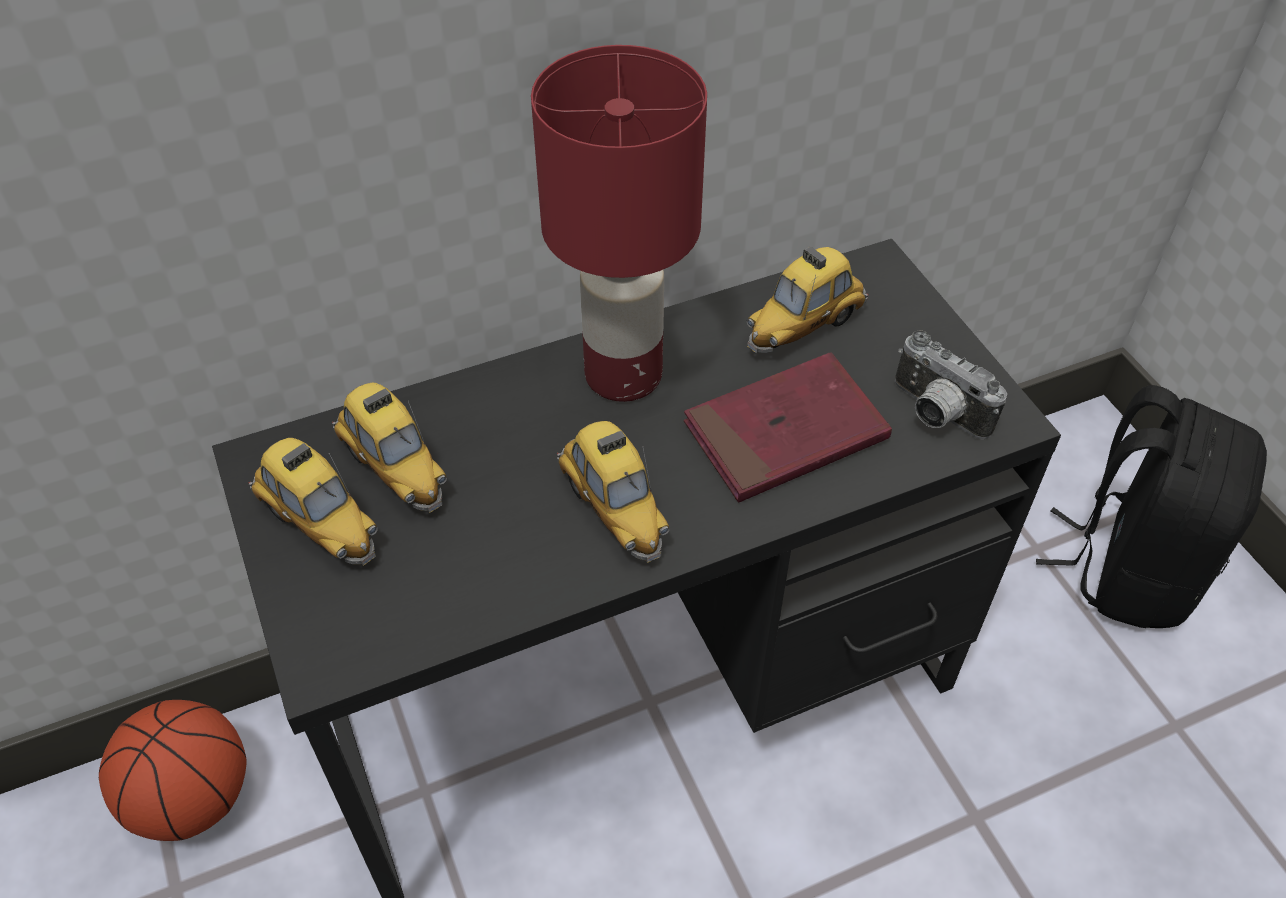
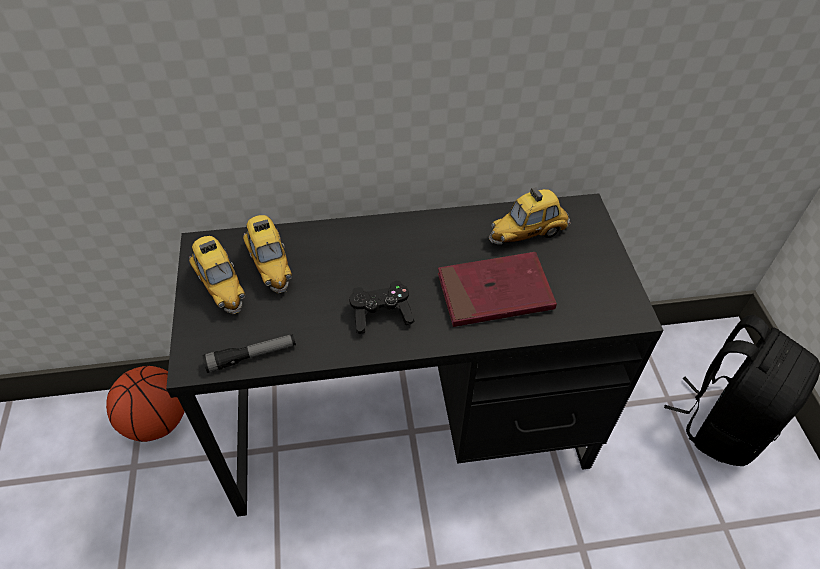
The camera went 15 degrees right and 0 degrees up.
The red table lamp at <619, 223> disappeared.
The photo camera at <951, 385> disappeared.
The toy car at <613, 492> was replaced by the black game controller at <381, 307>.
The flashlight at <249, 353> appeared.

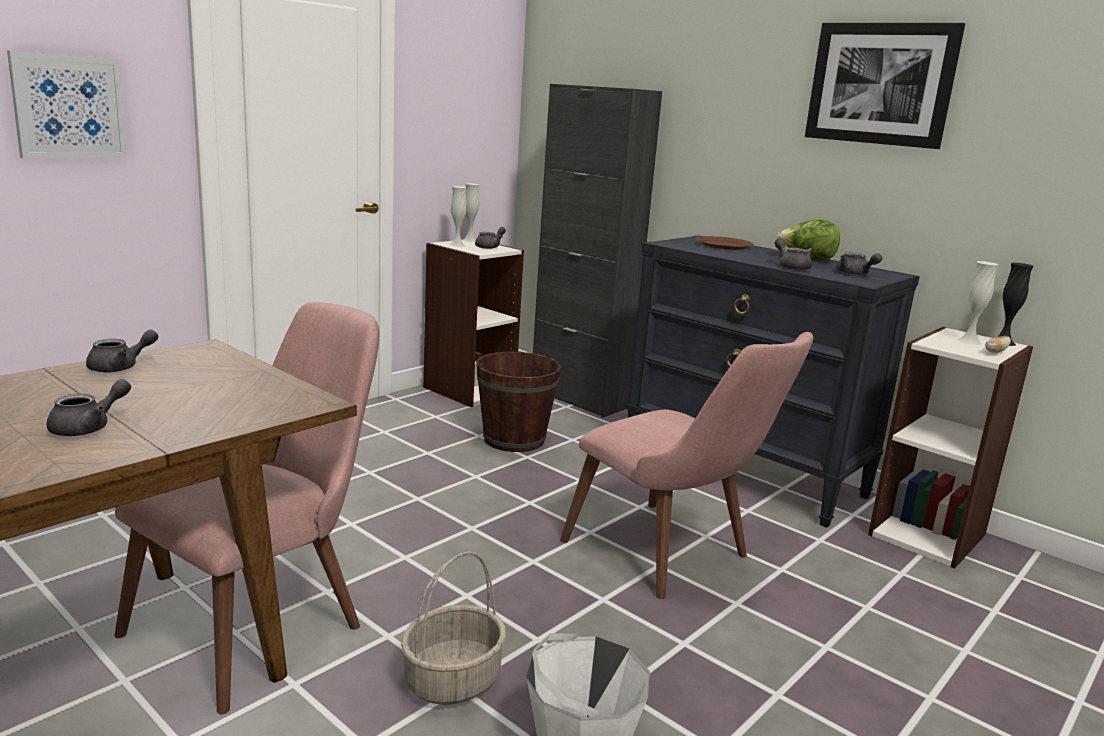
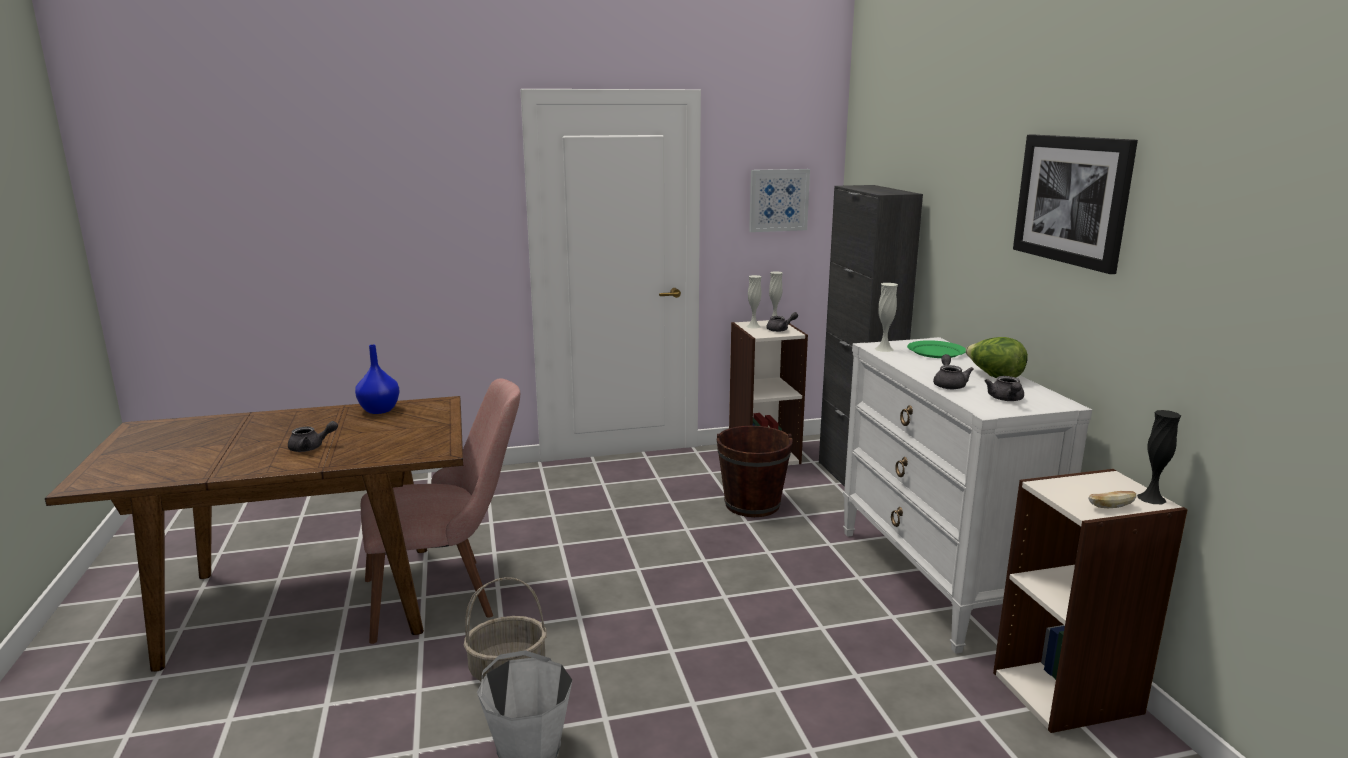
The camera went 35 degrees right and 0 degrees up.
The picture moved from <67, 105> to <779, 200>.
The black dresser at <773, 381> became the white dresser at <967, 495>.
The brown plate at <725, 243> became the green plate at <936, 349>.
The white vase moved from <977, 303> to <886, 317>.
The grey teapot at <122, 351> was replaced by the blue vase at <377, 379>.
The pink chair at <686, 465> disappeared.

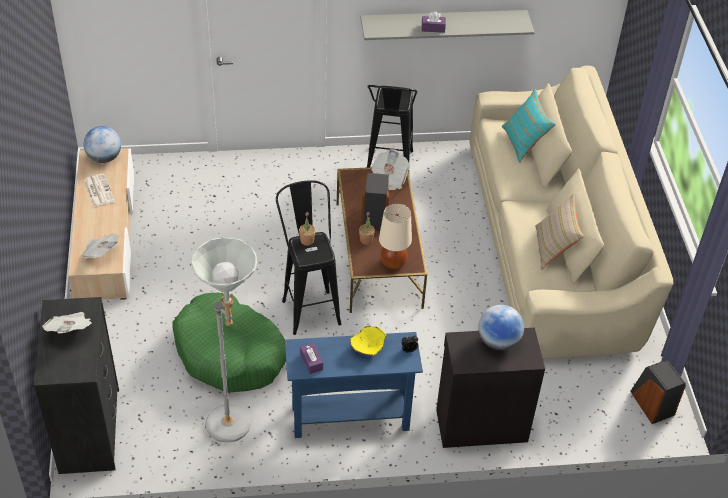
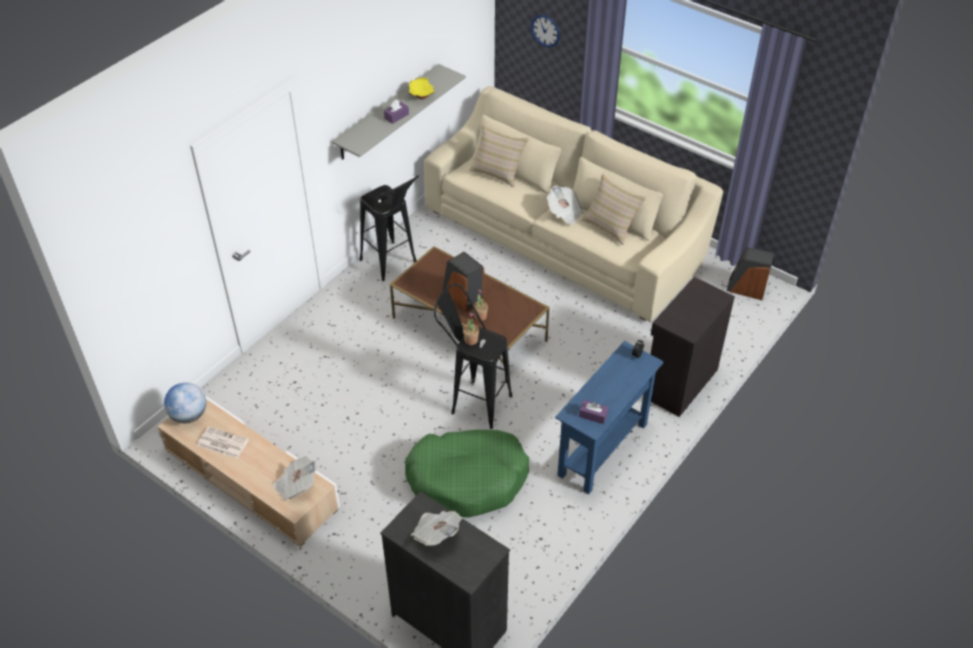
The camera went 45 degrees left and 0 degrees up.
The turquoise pillow at <528, 126> became the beige pillow at <499, 155>.
The newspaper moved from <390, 169> to <565, 205>.
The beige table lamp at <395, 236> disappeared.
The grey floor lamp at <224, 340> disappeared.
The globe at <501, 327> disappeared.
The yellow bowl moved from <368, 340> to <422, 88>.
The wall clock at <545, 31> appeared.

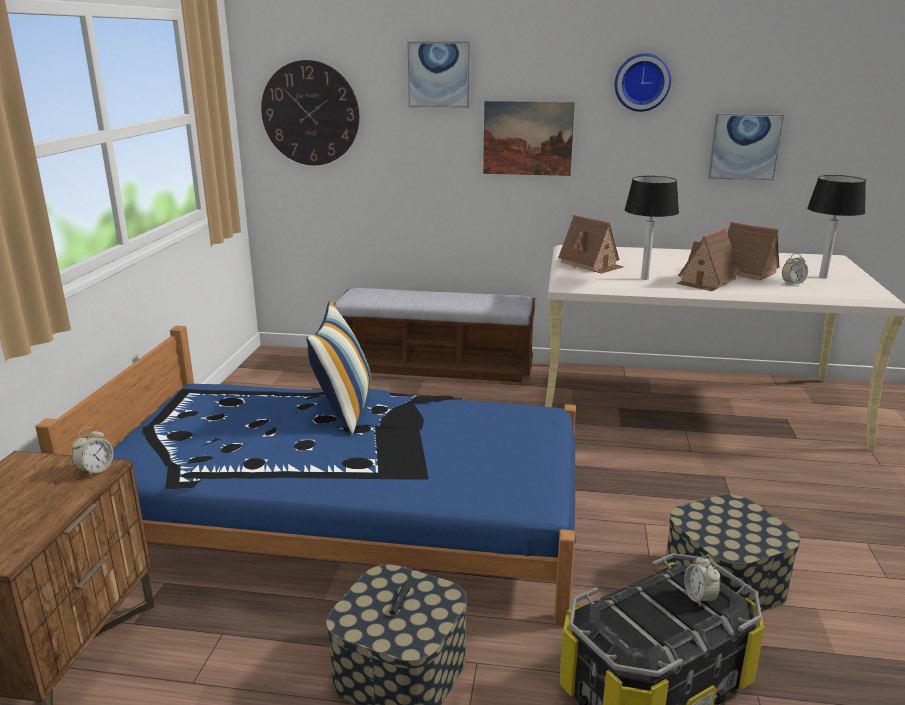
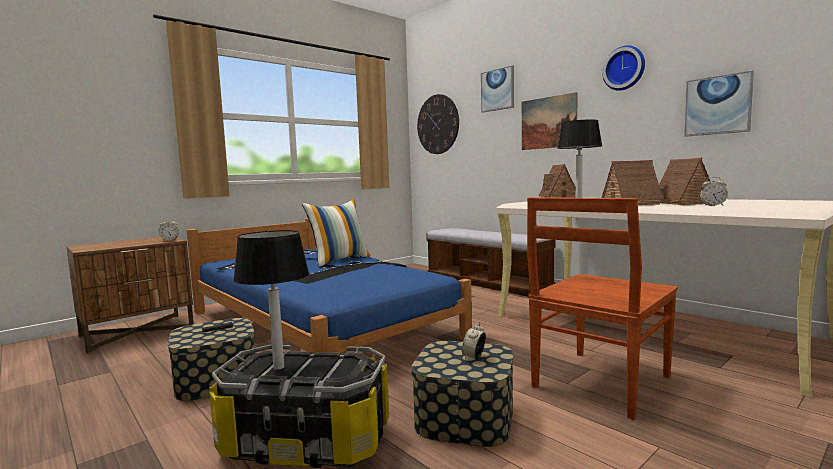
The camera went 40 degrees right and 15 degrees down.
The table lamp moved from <836, 227> to <271, 300>.
The alarm clock moved from <702, 581> to <474, 341>.
The brown chair at <602, 308> appeared.

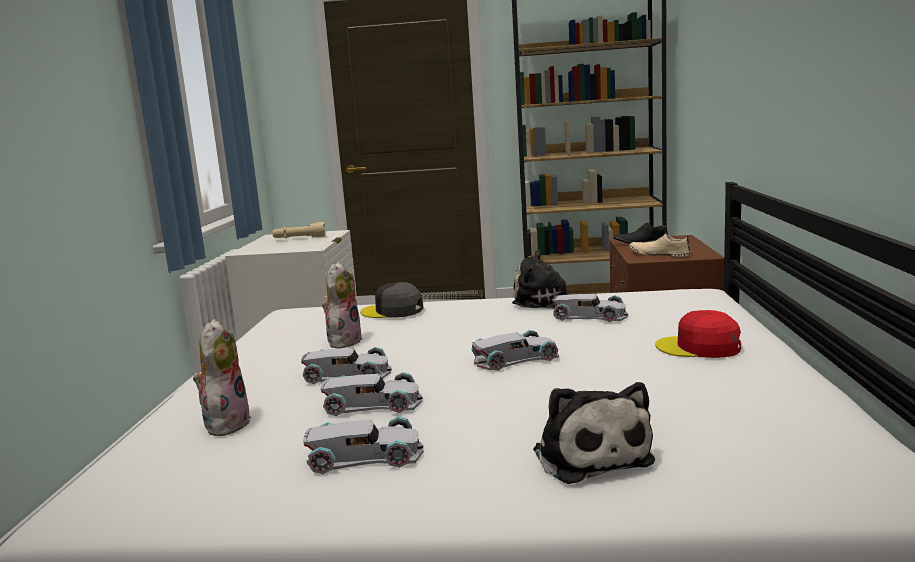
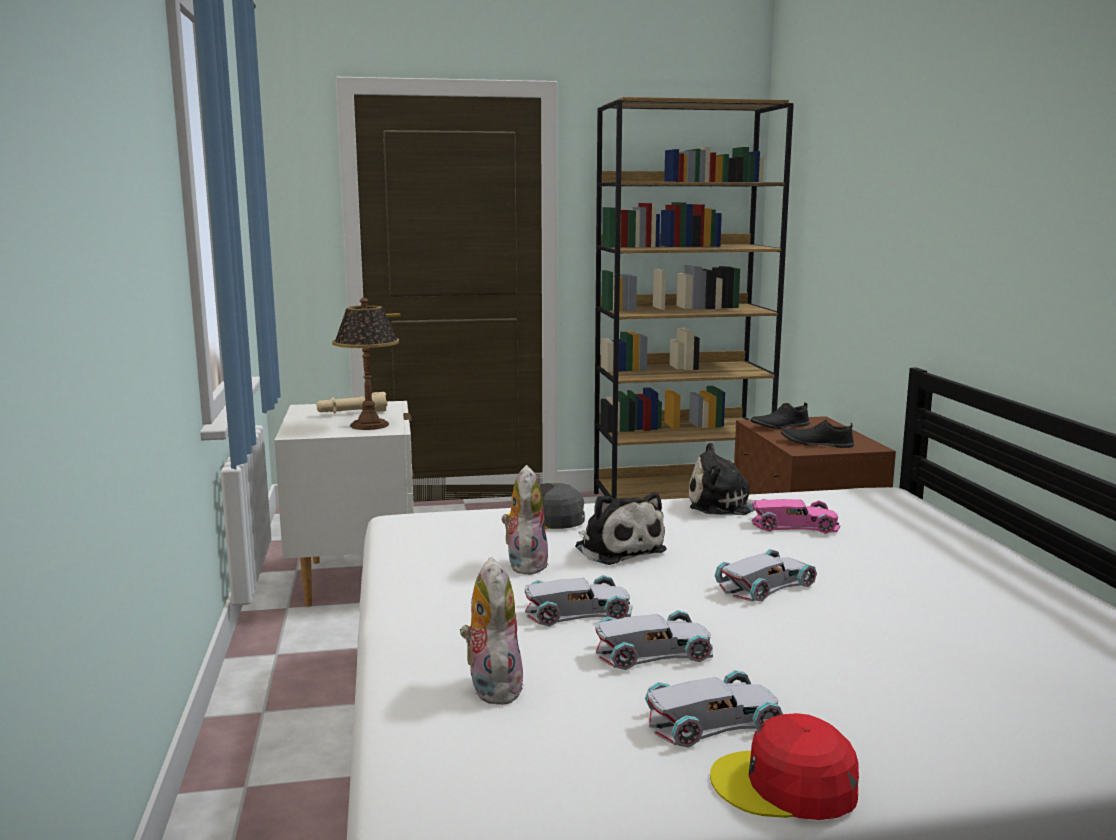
The camera went 15 degrees left and 0 degrees up.
The beige shoe at <660, 245> became the black shoe at <817, 434>.
The white toy car at <590, 308> became the pink toy car at <796, 516>.
The red cap moved from <698, 334> to <784, 766>.
The plush toy moved from <594, 433> to <621, 528>.
The table lamp at <365, 364> appeared.

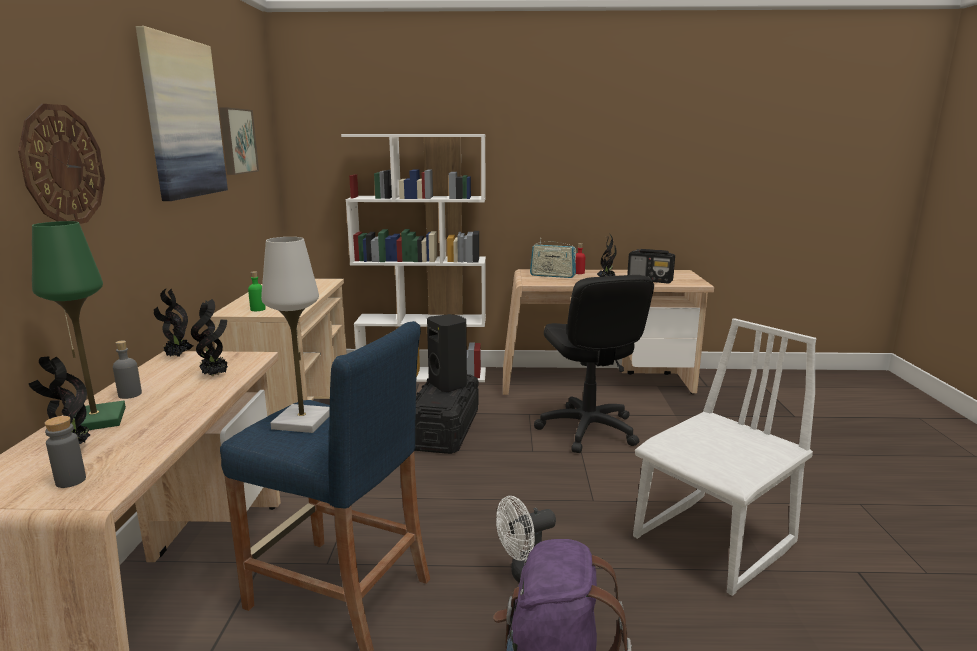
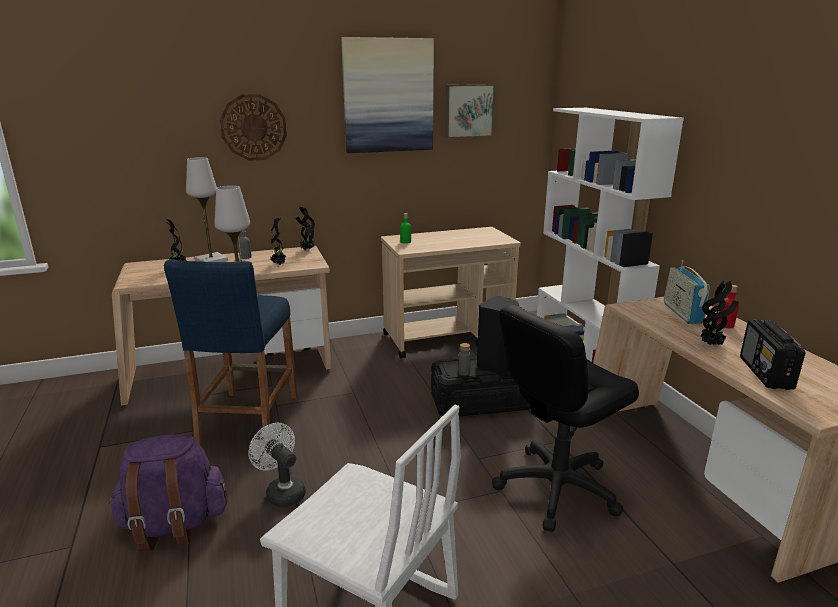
The camera went 70 degrees right and 5 degrees up.
The green table lamp at <79, 325> became the white table lamp at <207, 209>.
The grey bottle moved from <65, 452> to <464, 359>.

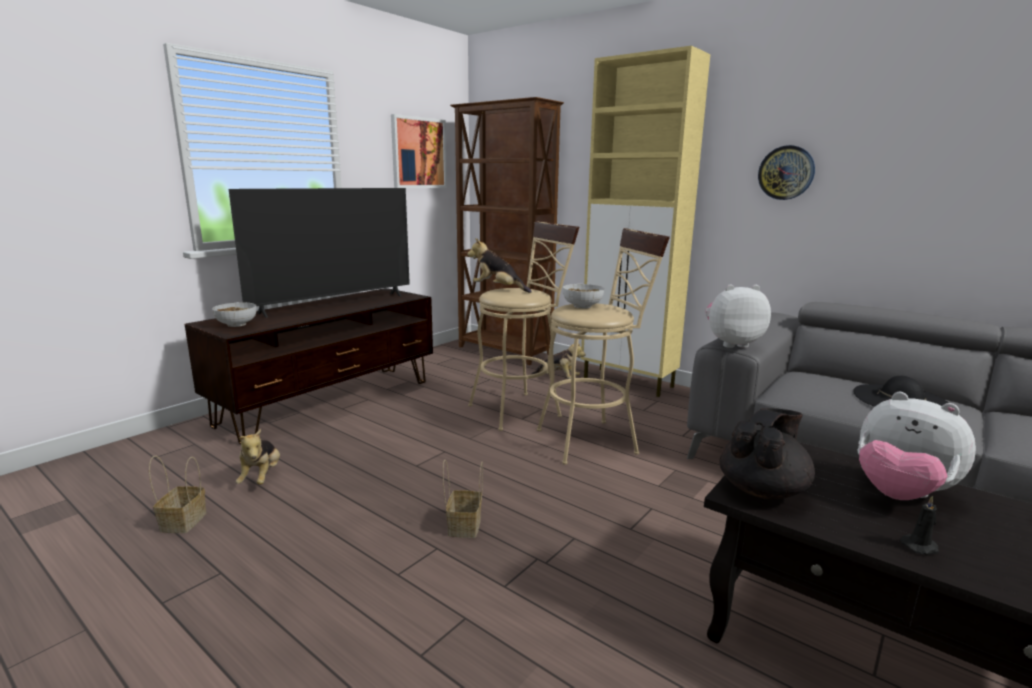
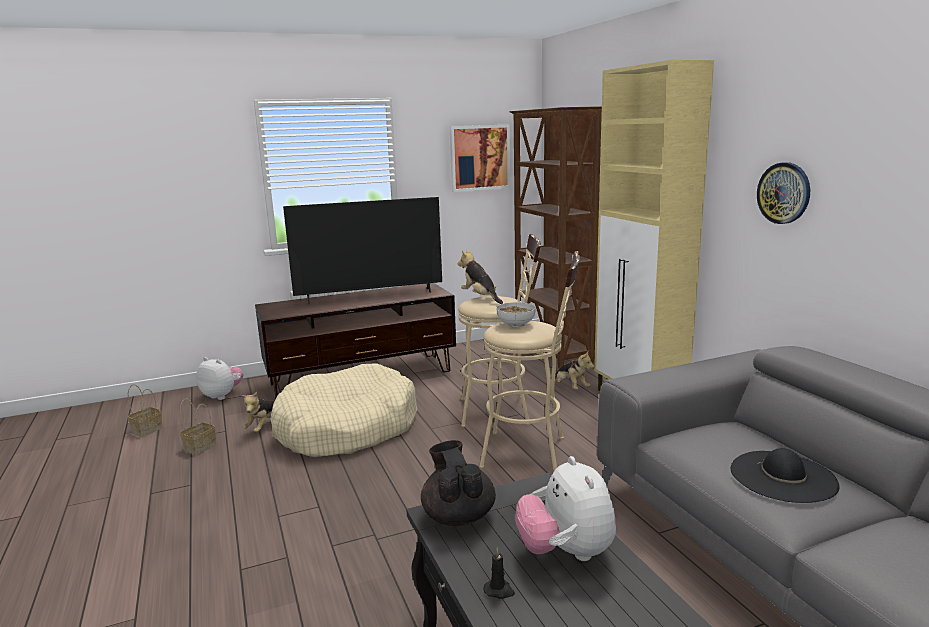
The camera went 30 degrees right and 0 degrees up.
The plush toy moved from <738, 316> to <219, 378>.
The bowl at <234, 315> disappeared.
The black teapot at <767, 454> turned 90 degrees counterclockwise.
The basket moved from <463, 499> to <145, 410>.
The beige dog bed at <344, 410> appeared.

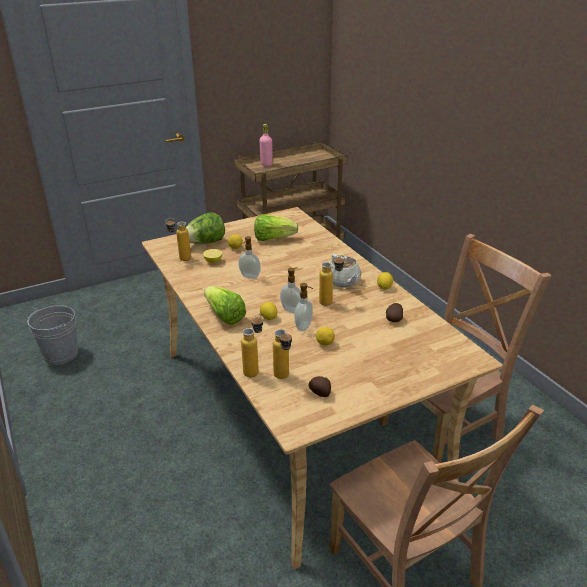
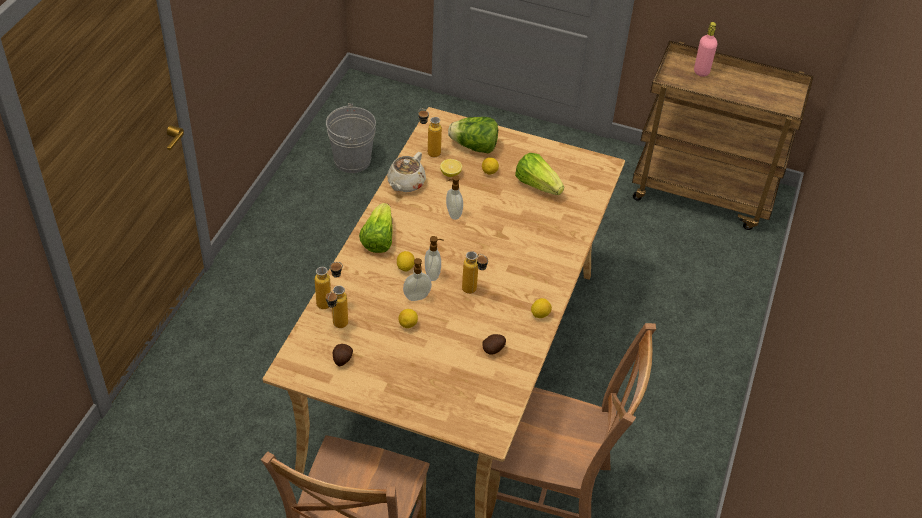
The camera went 45 degrees right and 15 degrees up.
The beige teapot moved from <345, 270> to <406, 172>.

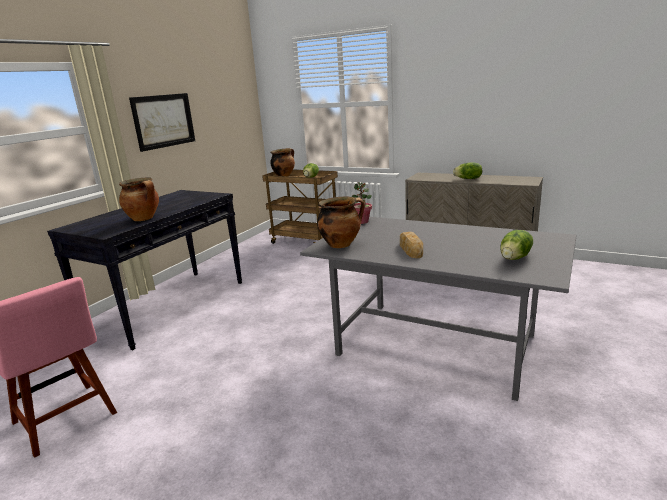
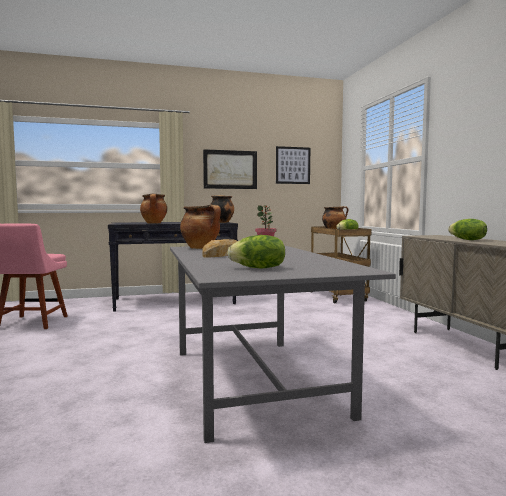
The camera went 45 degrees right and 15 degrees down.
The picture at <293, 165> appeared.
The cooking pot at <222, 209> appeared.

